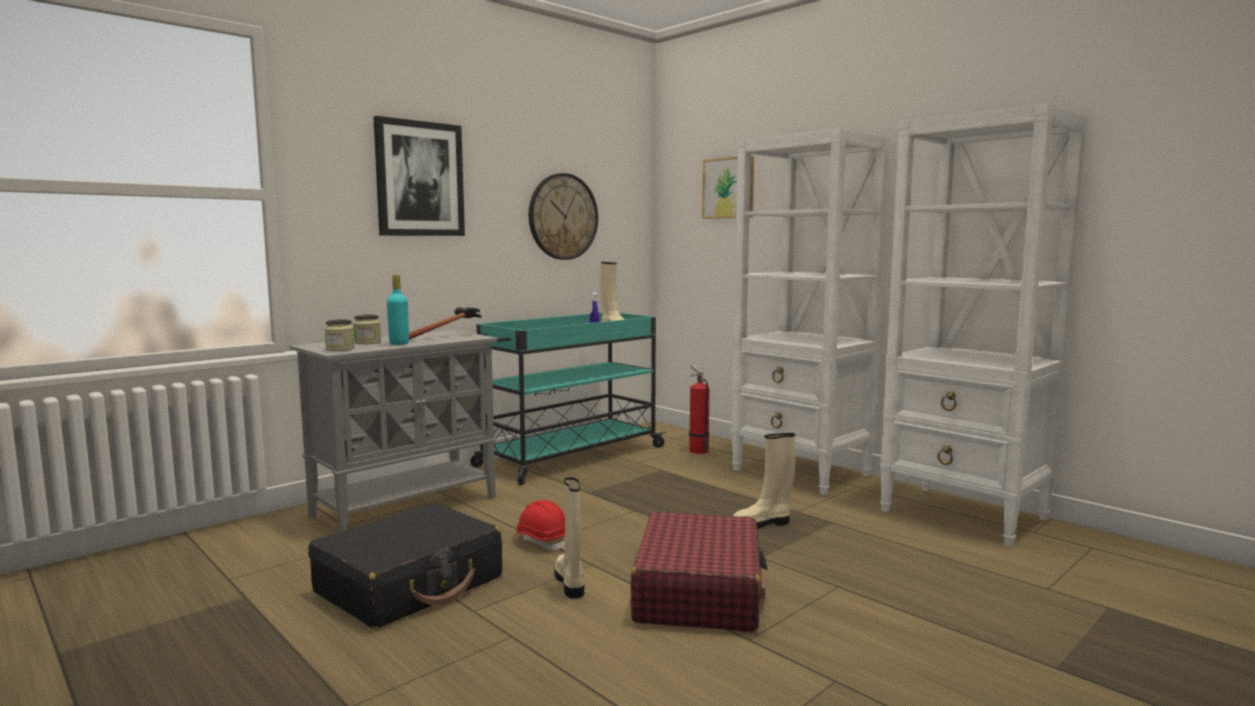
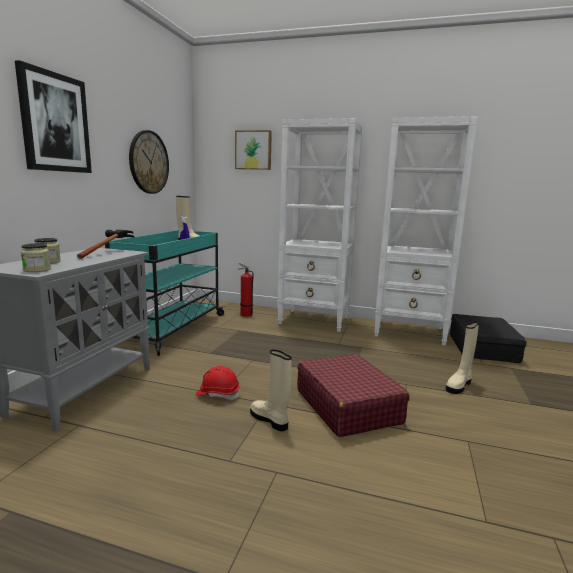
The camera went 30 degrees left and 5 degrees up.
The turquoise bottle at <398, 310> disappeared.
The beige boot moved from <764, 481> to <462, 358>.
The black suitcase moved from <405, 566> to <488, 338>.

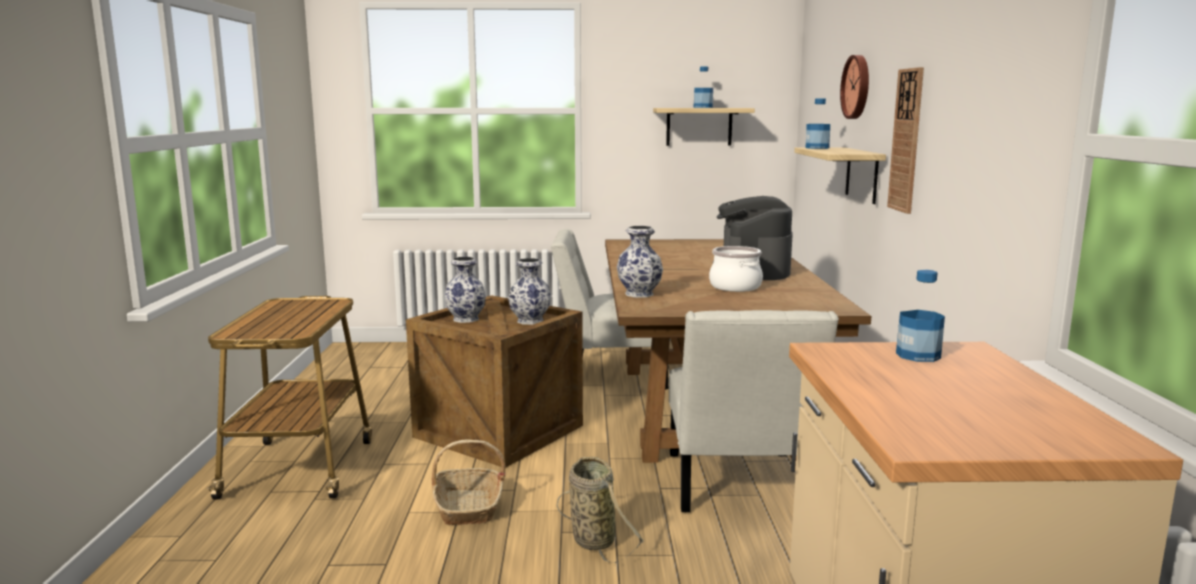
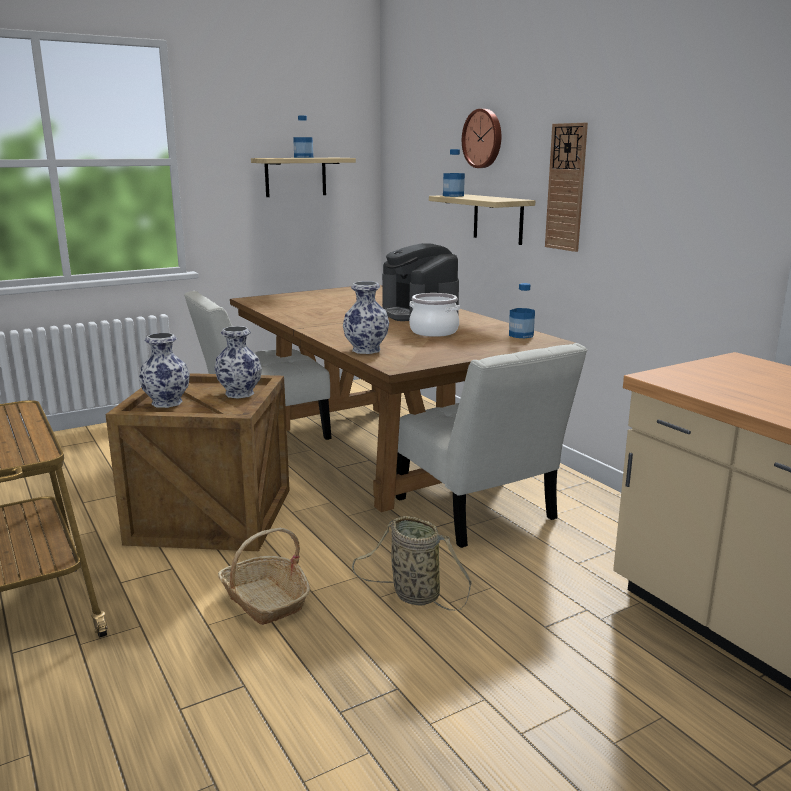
The camera went 30 degrees left and 5 degrees up.
The bottle moved from <920, 316> to <522, 310>.

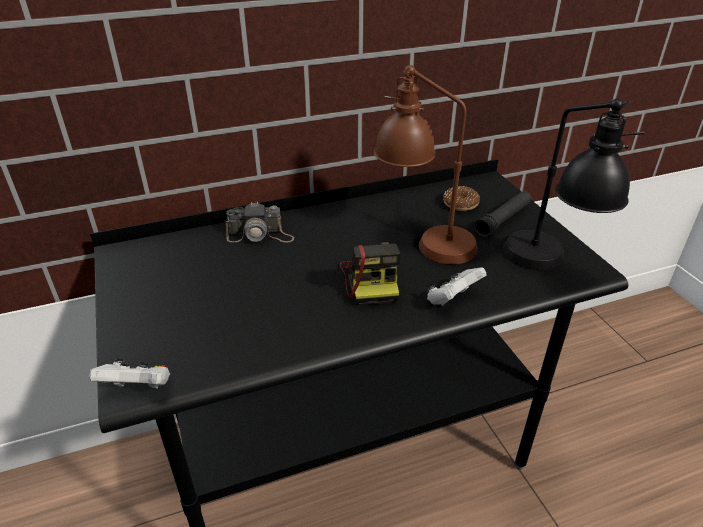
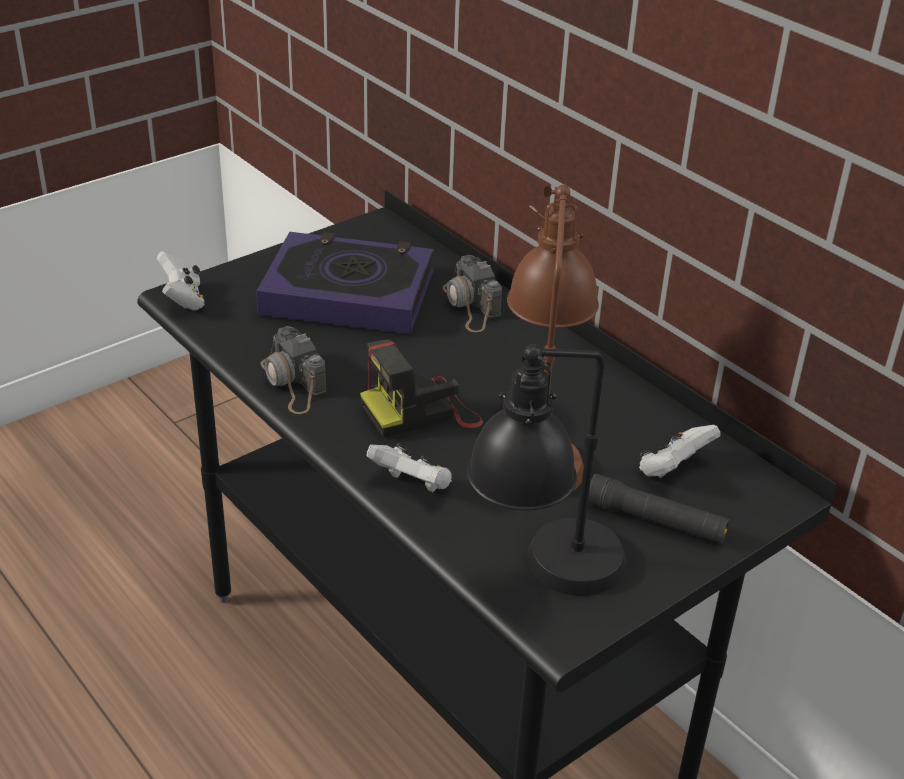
The camera went 70 degrees right and 0 degrees up.
The donut at <461, 198> was replaced by the white game controller at <680, 451>.
The book at <345, 283> appeared.
The photo camera at <294, 370> appeared.

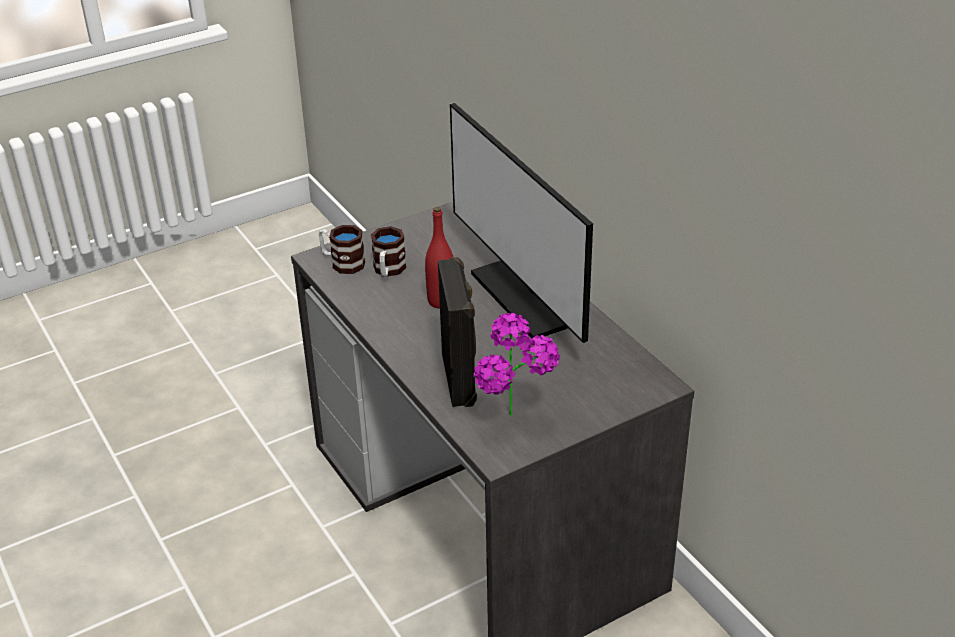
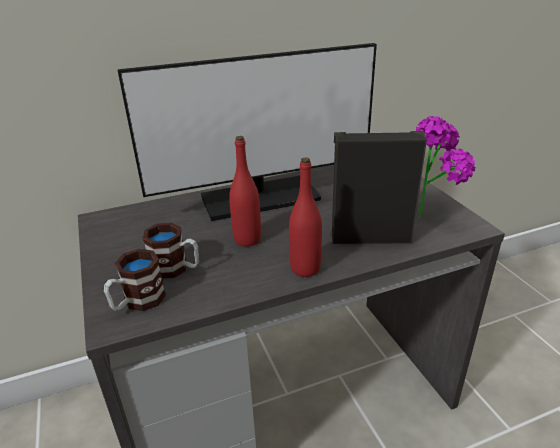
The camera went 80 degrees left and 5 degrees down.
The red bottle at <305, 217> appeared.

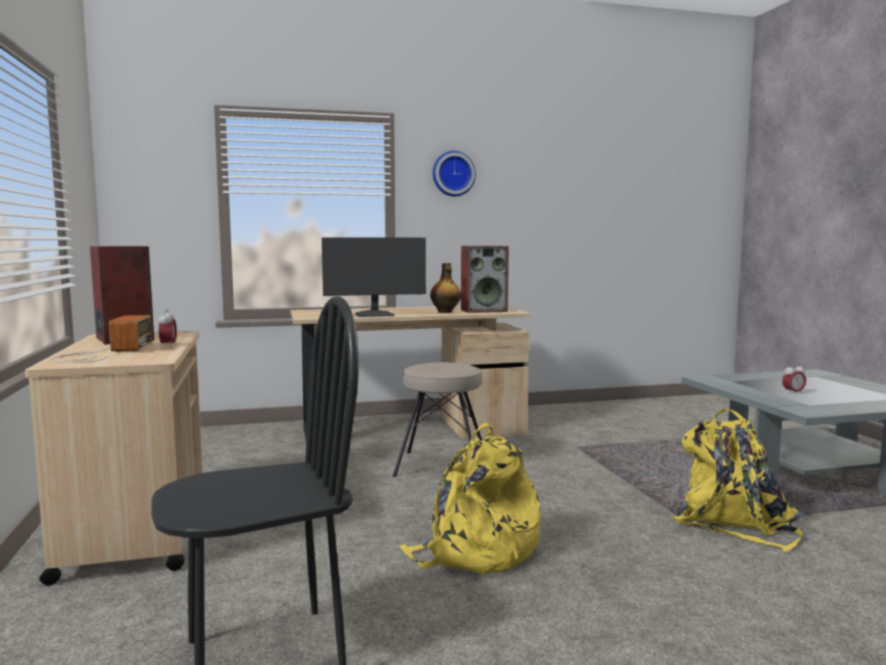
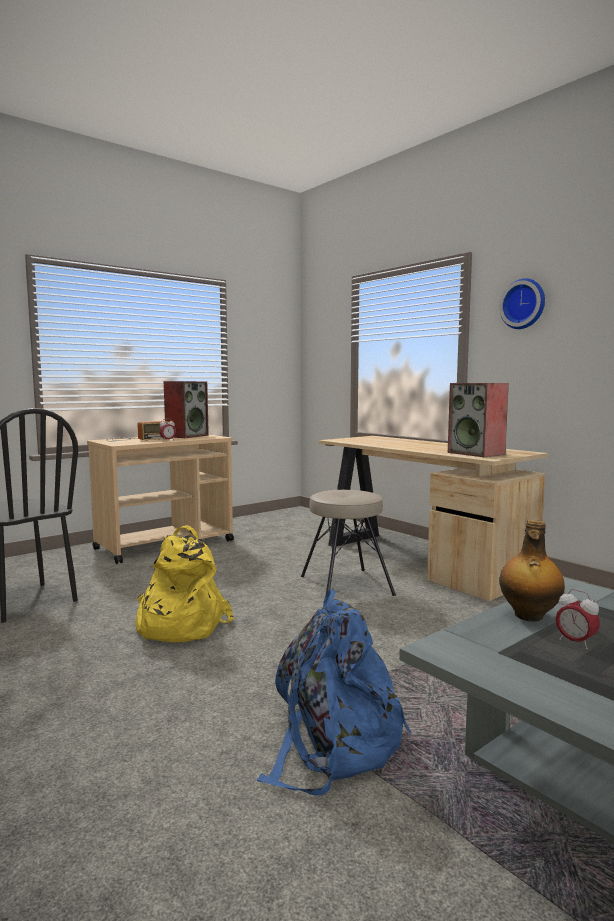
The camera went 65 degrees right and 0 degrees up.
The monitor at <374, 277> disappeared.
The bottle moved from <445, 288> to <532, 571>.
The yellow backpack at <738, 480> became the blue backpack at <334, 692>.

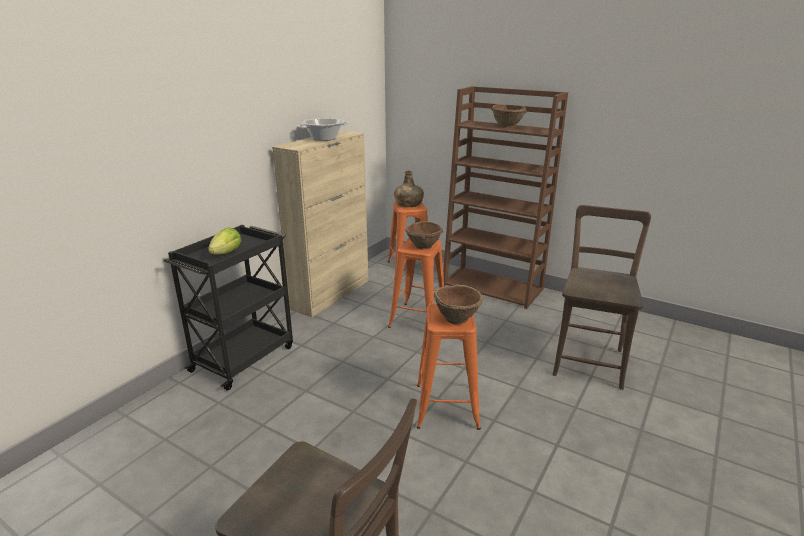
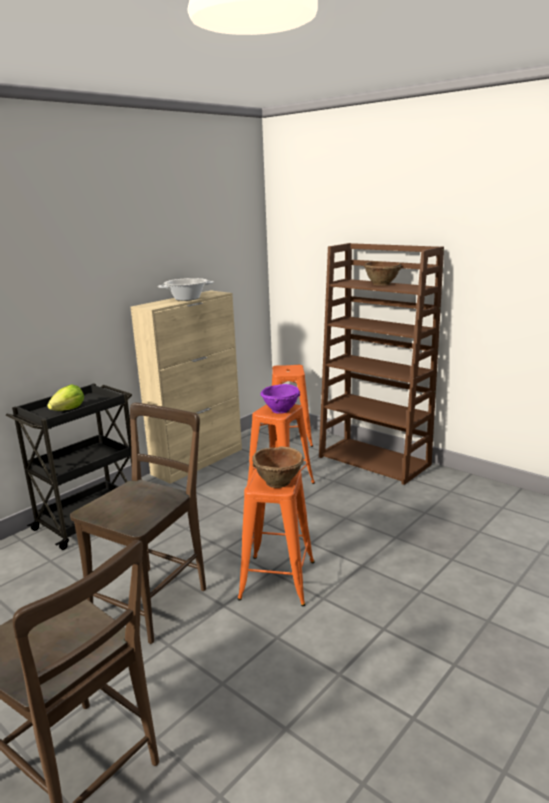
The camera went 10 degrees right and 5 degrees down.
The green bottle at <409, 189> disappeared.
The brown chair moved from <601, 297> to <138, 523>.
The brown bowl at <424, 235> became the purple bowl at <280, 398>.

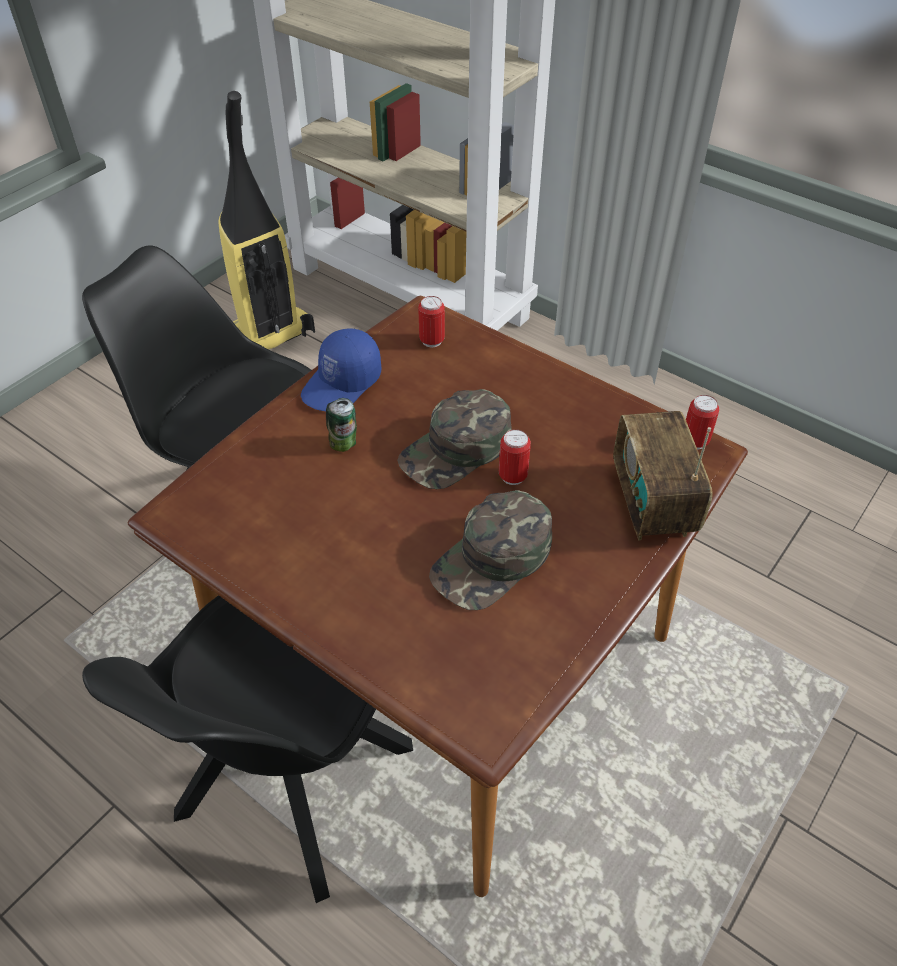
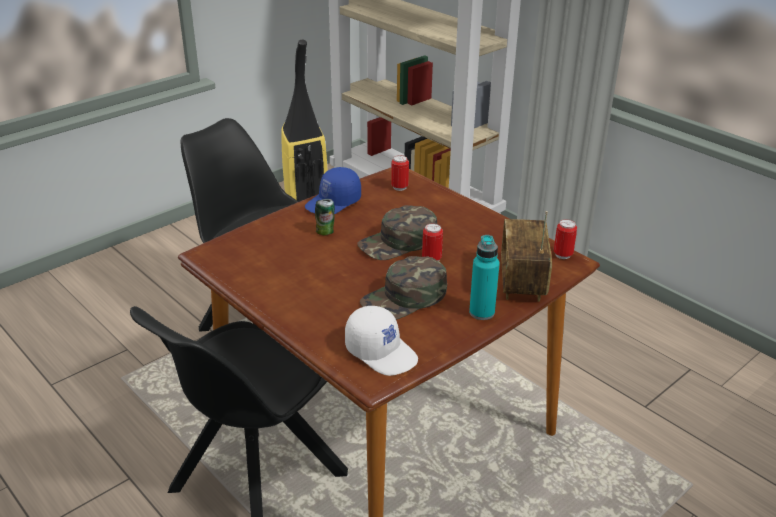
The camera went 10 degrees right and 15 degrees down.
The turquoise bottle at <484, 277> appeared.
The white cap at <381, 341> appeared.

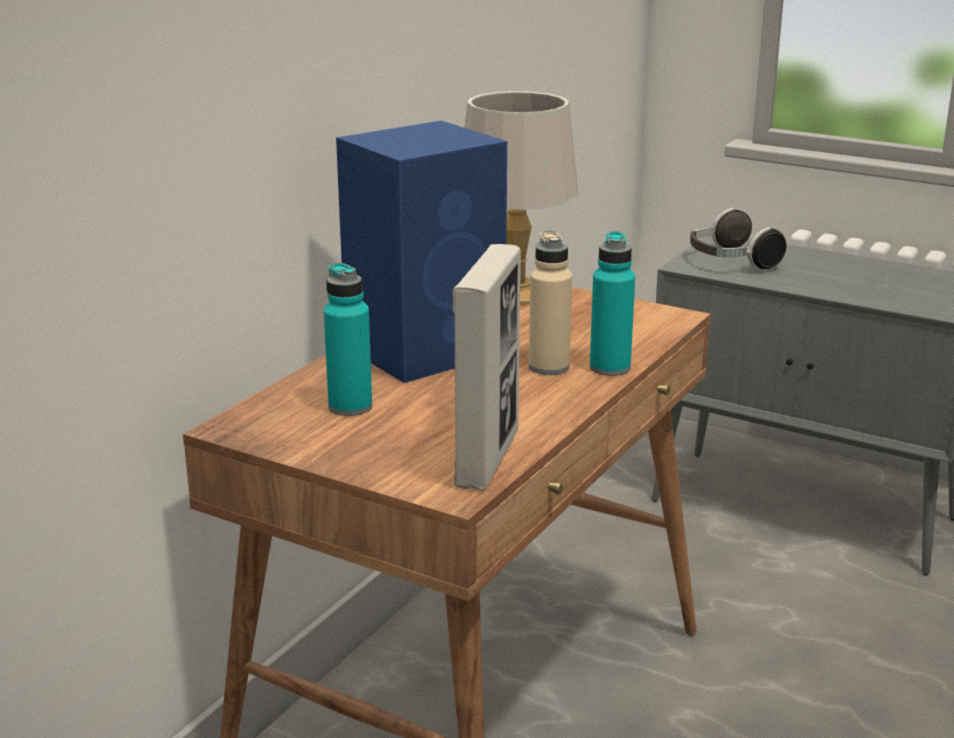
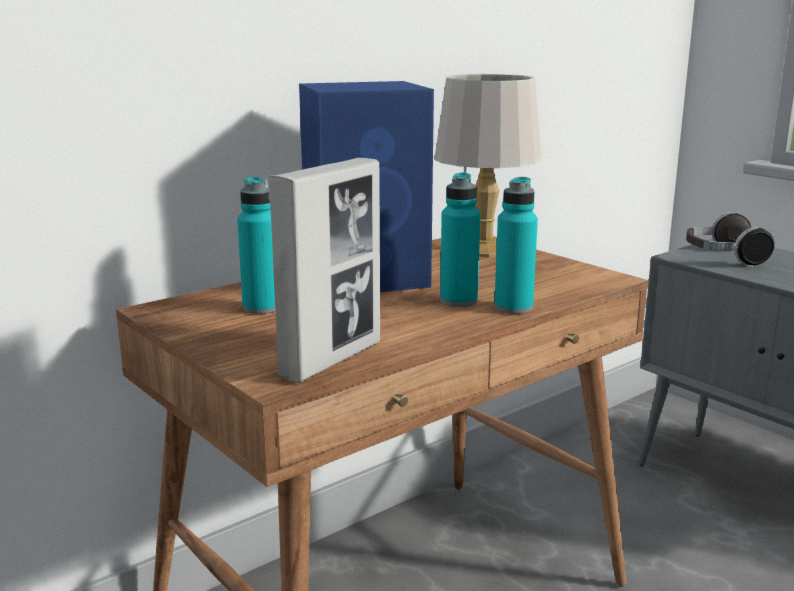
The camera went 20 degrees right and 5 degrees down.
The beige bottle at <550, 303> became the turquoise bottle at <460, 240>.

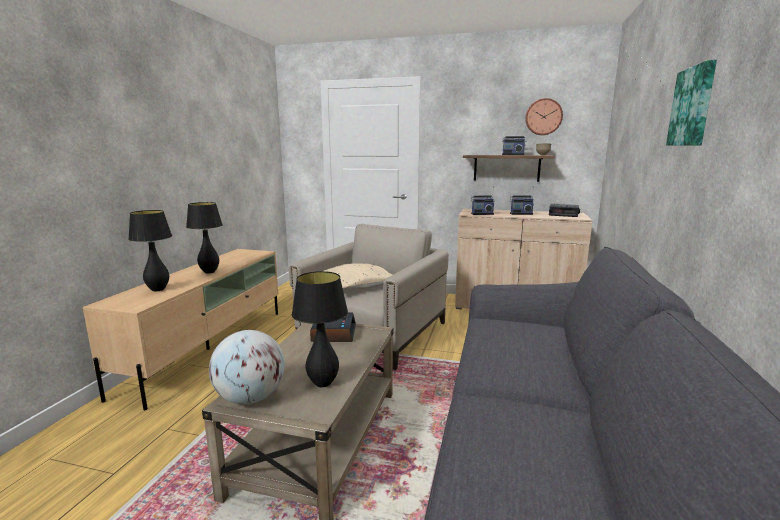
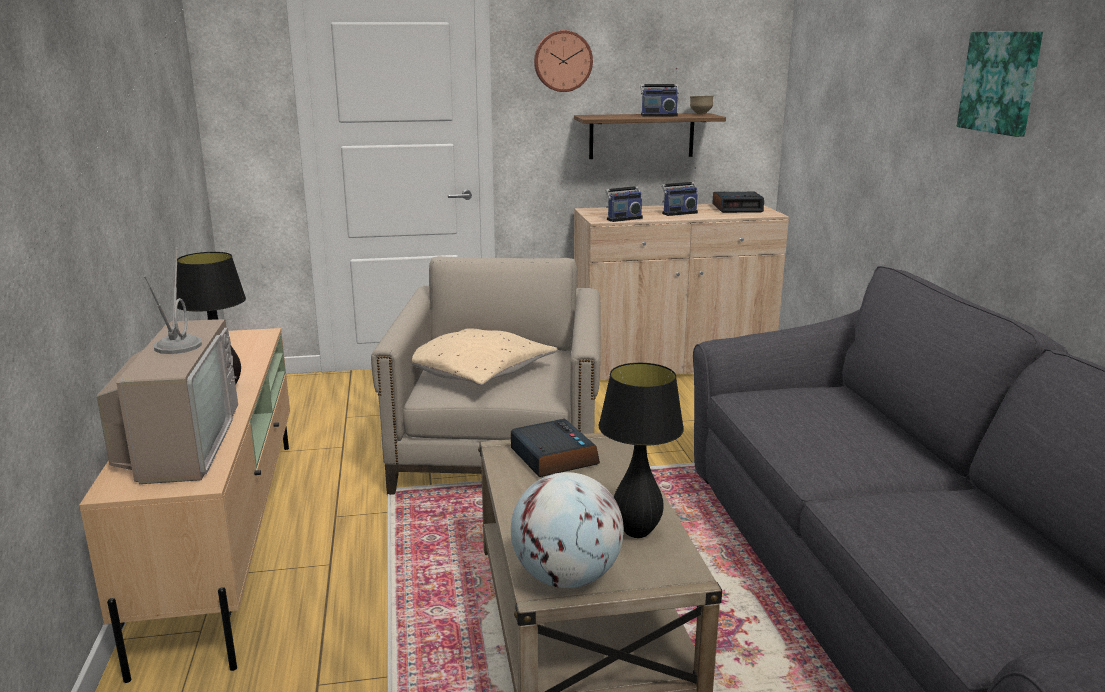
The camera went 25 degrees left and 5 degrees up.
The wall clock moved from <544, 116> to <563, 61>.
The black table lamp at <150, 250> was replaced by the television at <167, 365>.

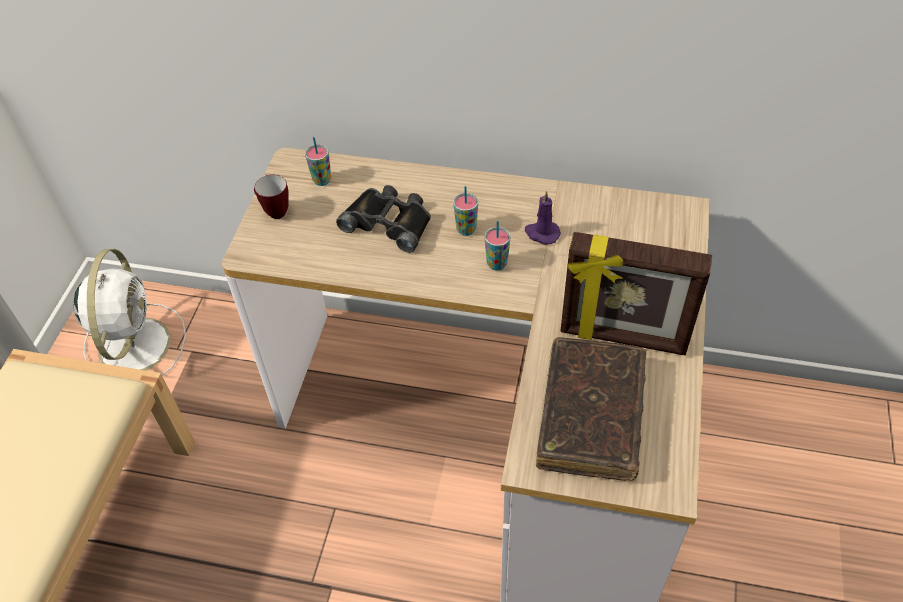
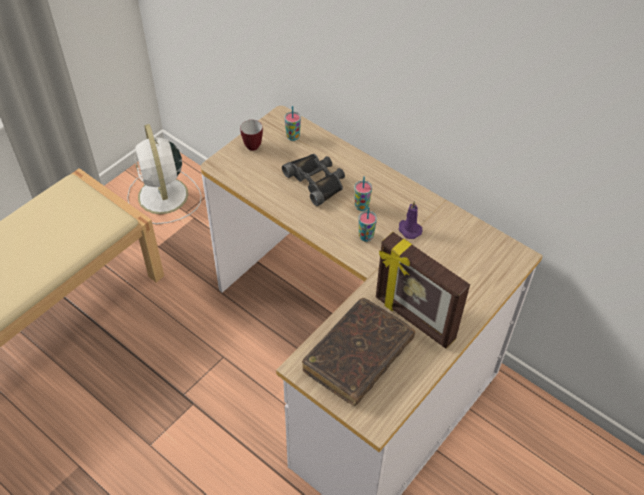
The camera went 25 degrees right and 0 degrees up.
The white fan at <129, 312> turned 135 degrees clockwise.

